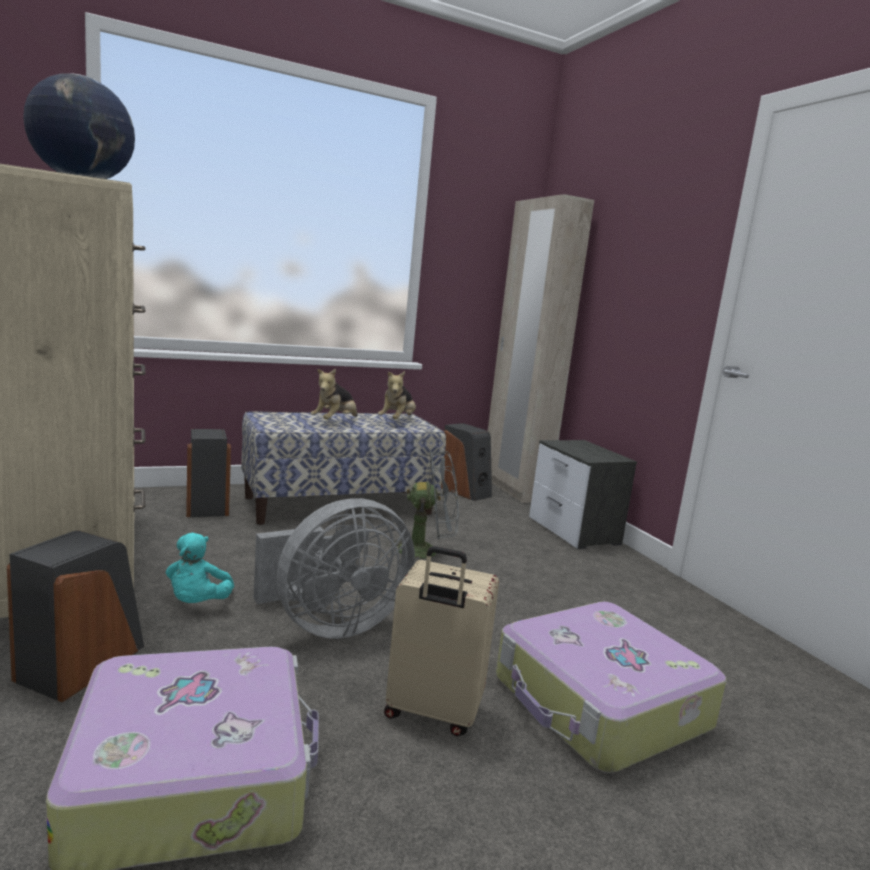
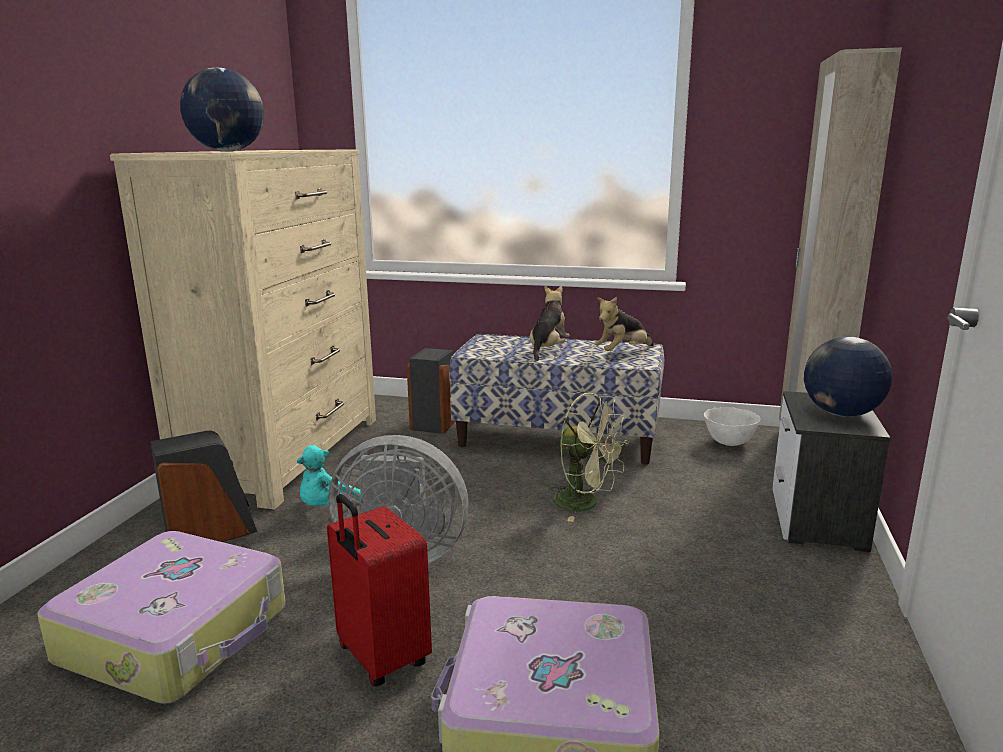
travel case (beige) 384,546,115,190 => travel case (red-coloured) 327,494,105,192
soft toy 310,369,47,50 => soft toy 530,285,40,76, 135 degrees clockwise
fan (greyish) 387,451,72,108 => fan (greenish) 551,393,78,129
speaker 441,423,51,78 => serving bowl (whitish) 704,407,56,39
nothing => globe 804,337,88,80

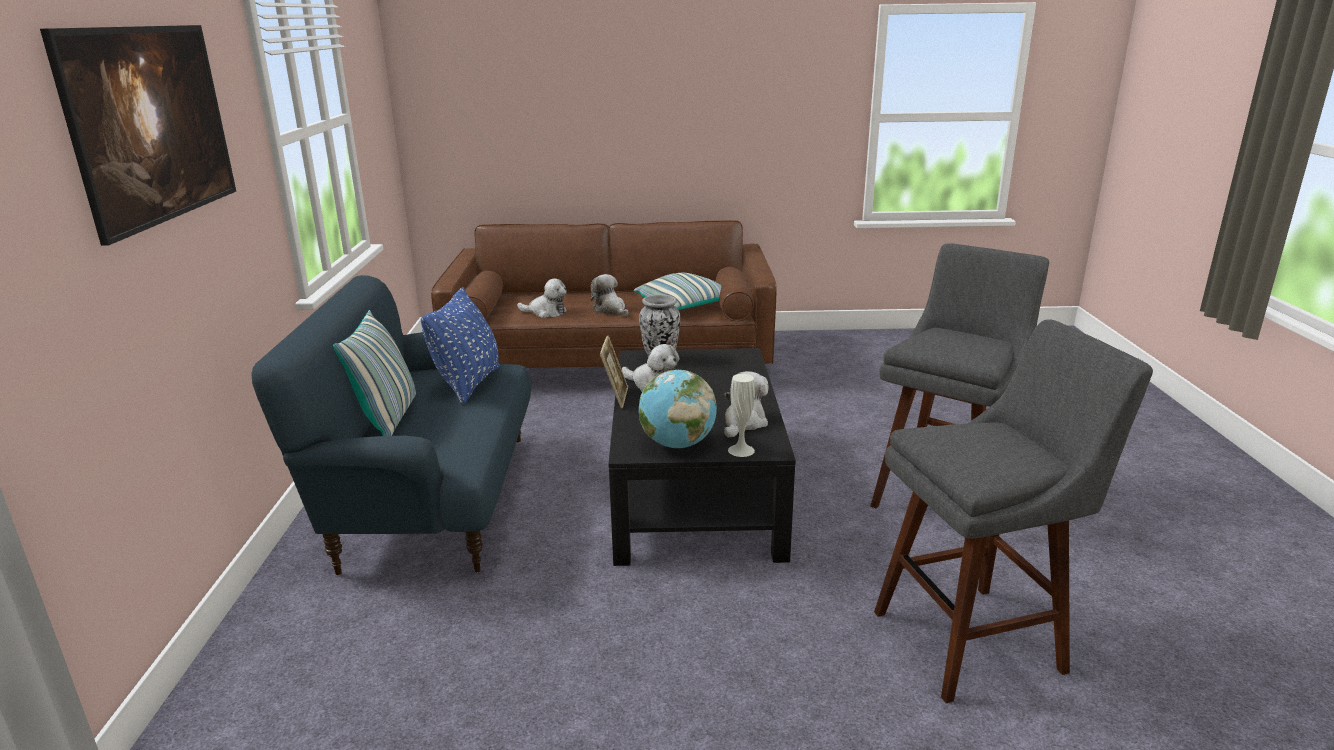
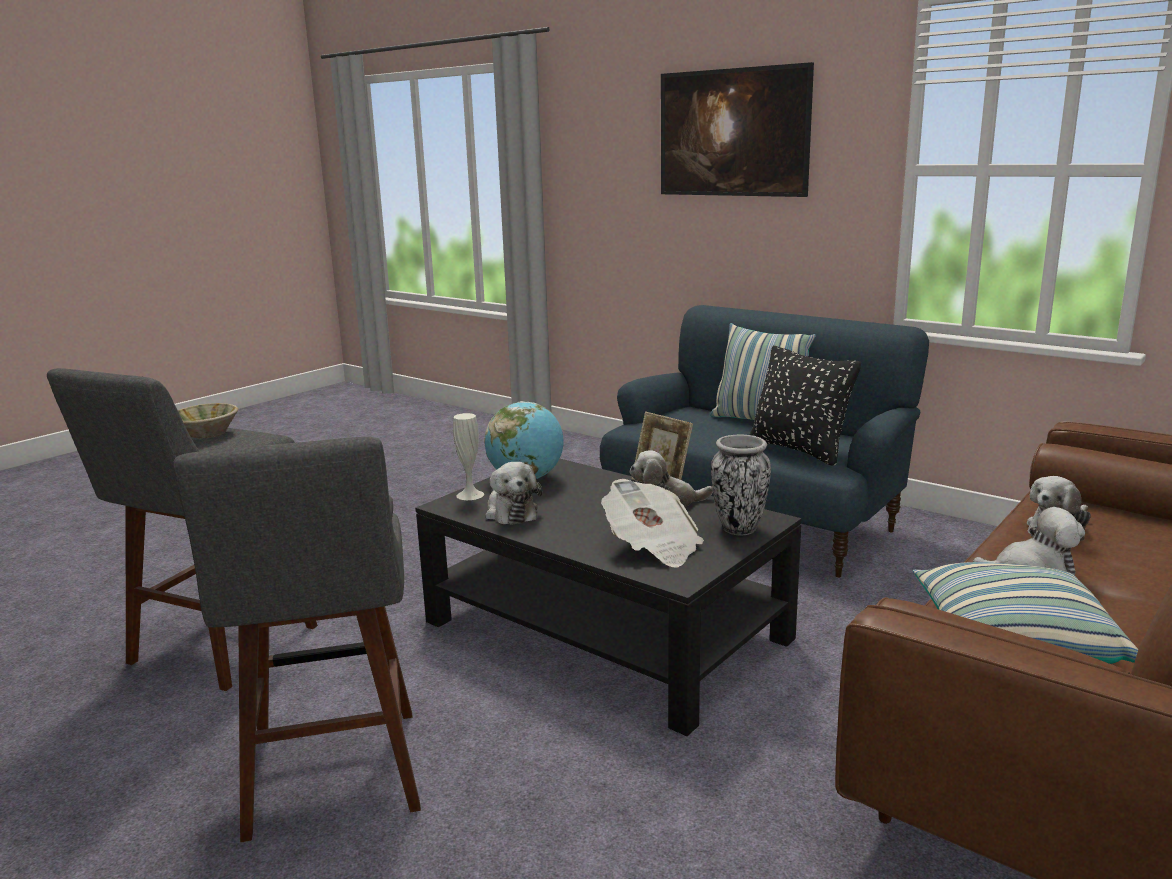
nothing => serving bowl (beige) 178,403,60,35
nothing => newspaper 601,479,103,89
pillow (bluish) 421,287,79,118 => pillow (blackish) 750,346,111,120

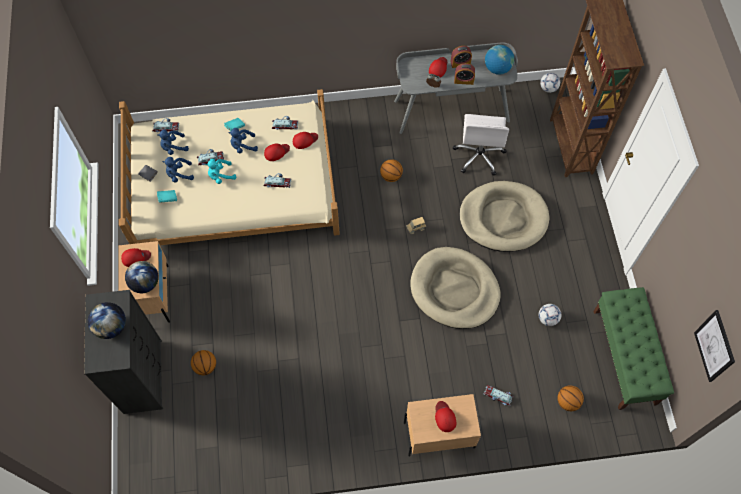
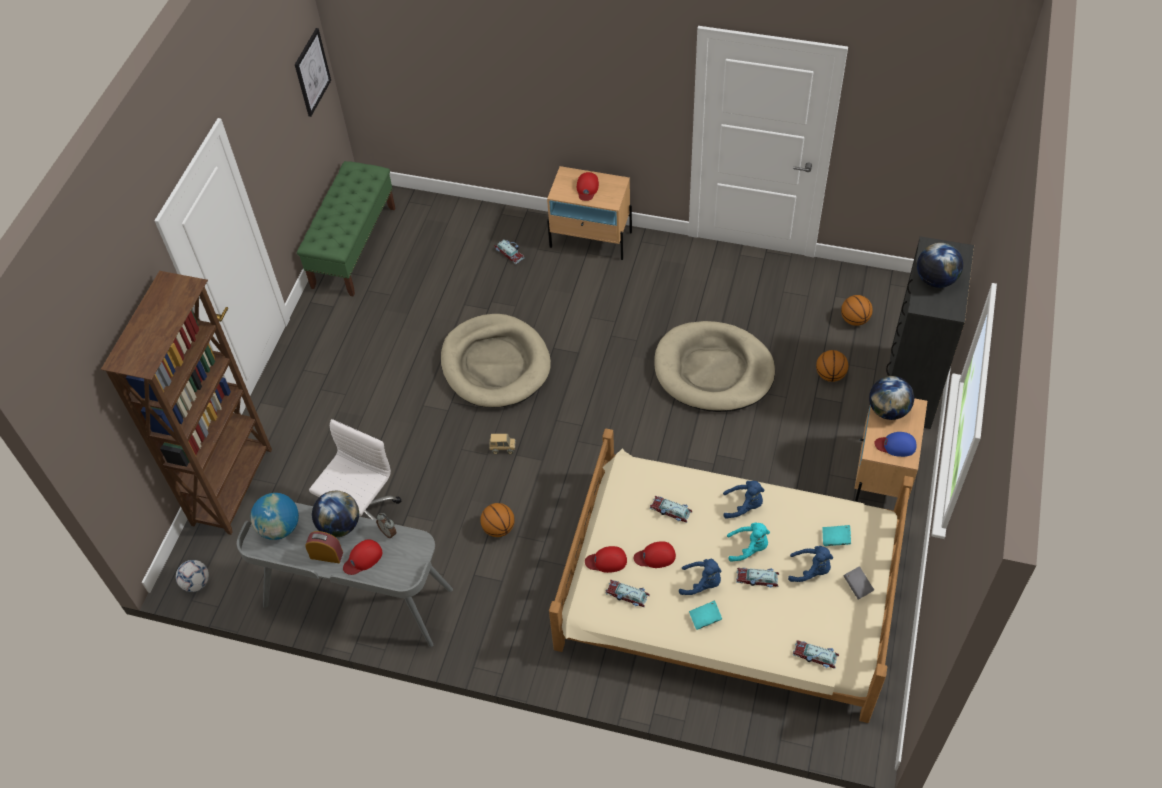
alarm clock 454,63,21,22 => globe 312,491,47,46
dog bed (beige) 459,181,91,71 => dog bed (beige) 654,321,121,91, shifted
soft toy (bluish) 157,129,32,26 => soft toy (bluish) 723,481,41,38, shifted
basketball ball 557,385,27,26 => basketball ball 841,295,32,31, shifted
cap (red-coloured) 121,248,30,19 => cap (bluish) 874,432,42,25
football ball 539,304,22,22 => nothing

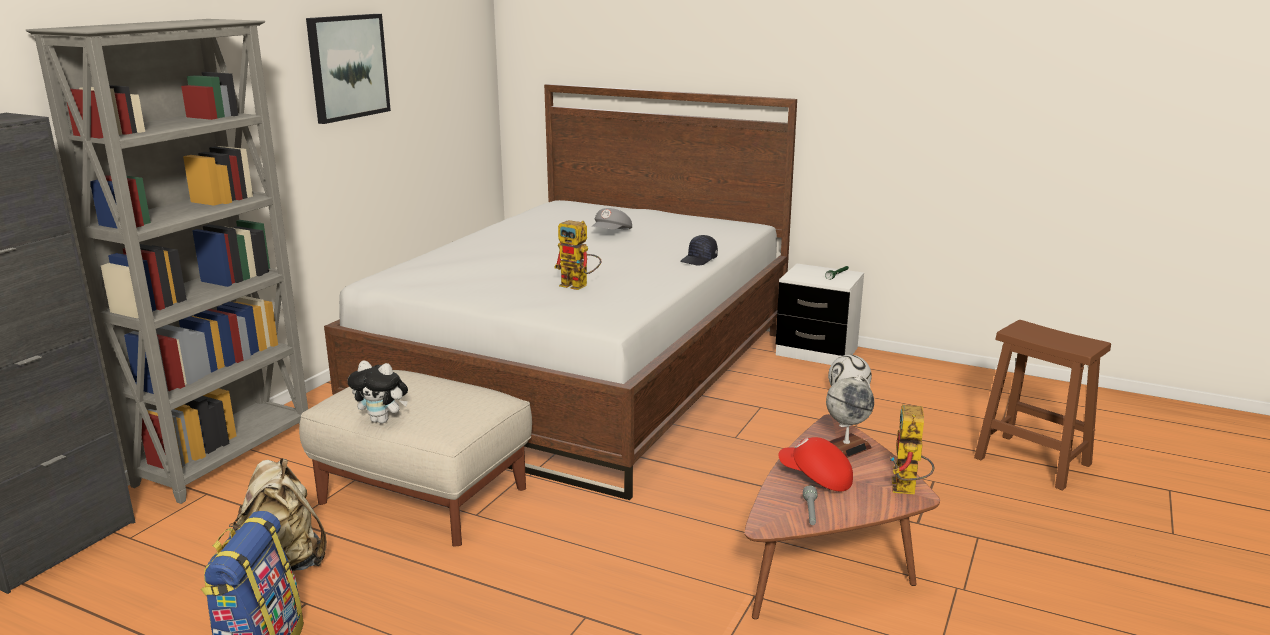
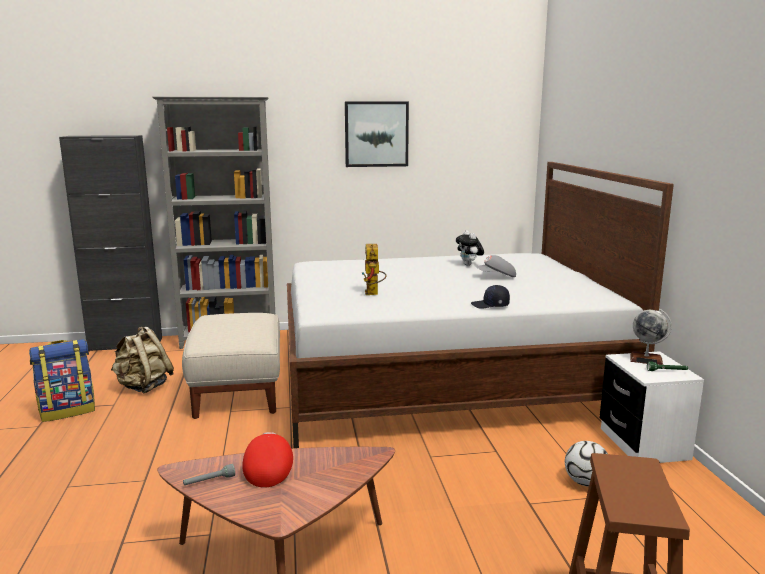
soft toy 348,360,60,64 => soft toy 456,230,28,36, shifted
globe 826,375,48,83 => globe 630,309,42,56, shifted
robot figure 890,405,44,89 => nothing

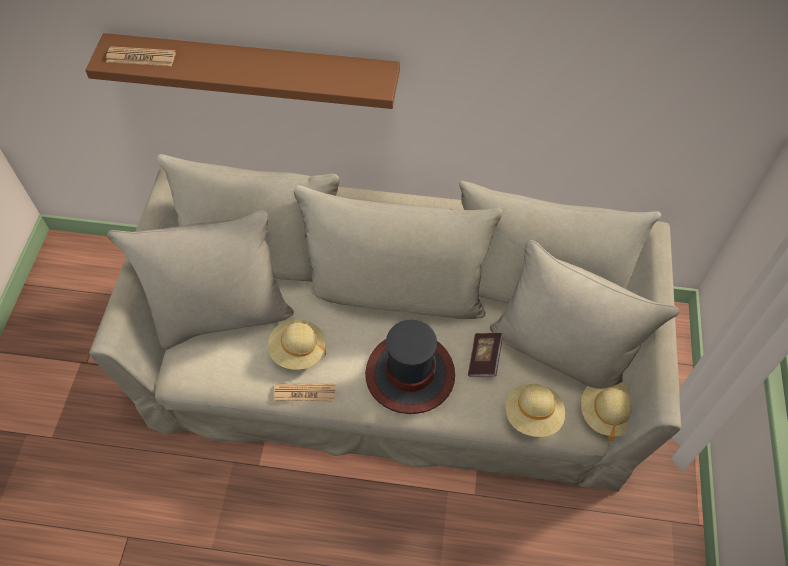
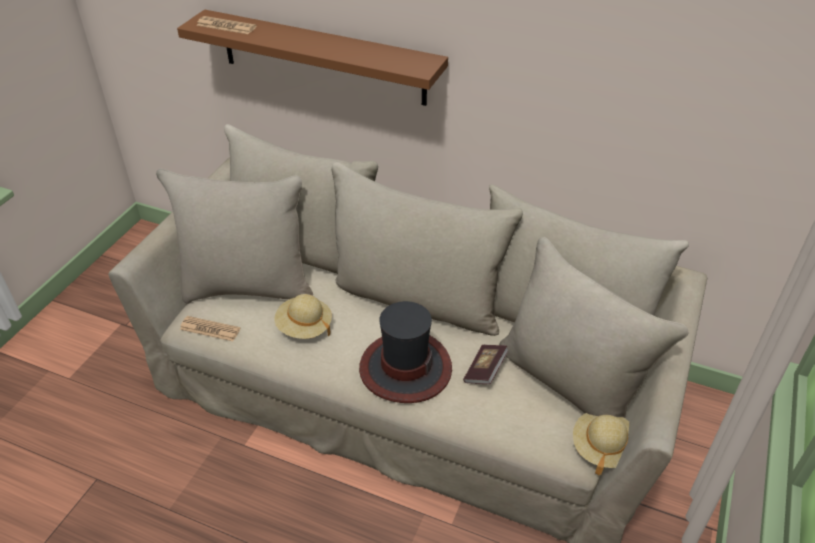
newspaper 274,383,62,18 => newspaper 180,316,60,25, shifted
clothing hat (beige) 506,384,59,53 => nothing

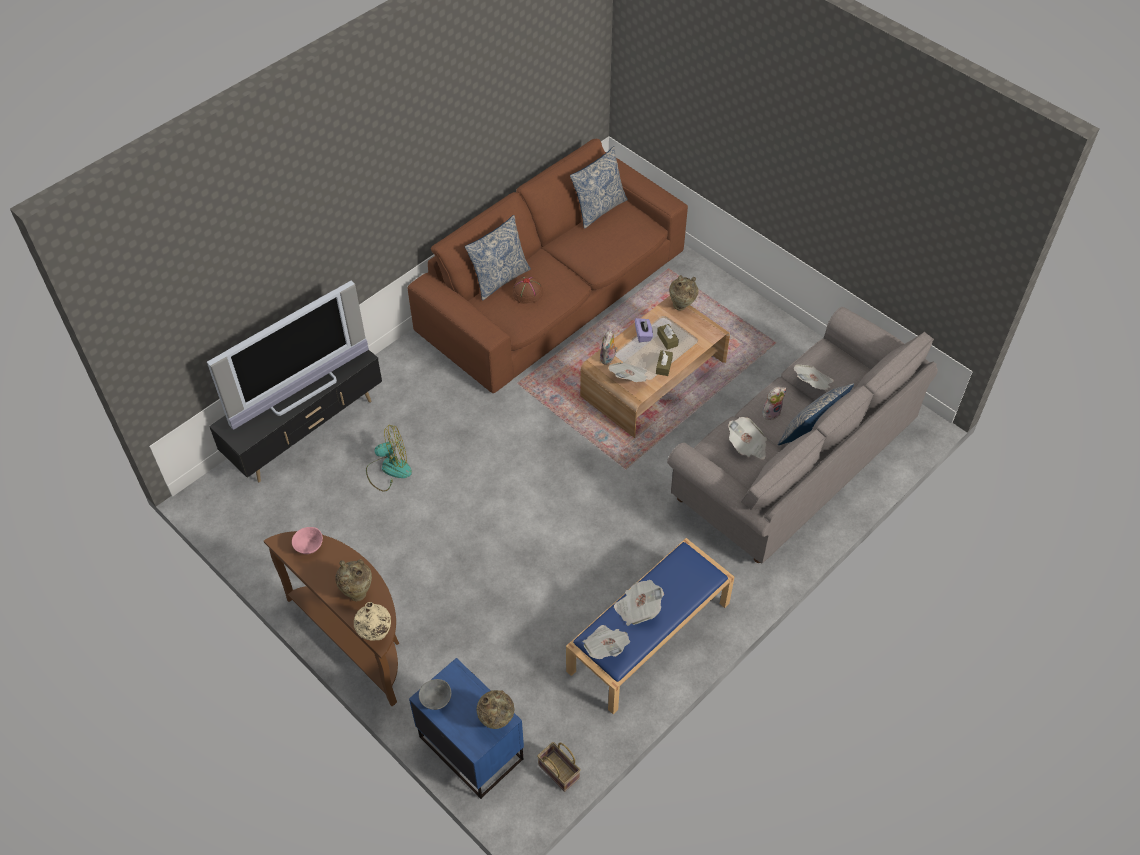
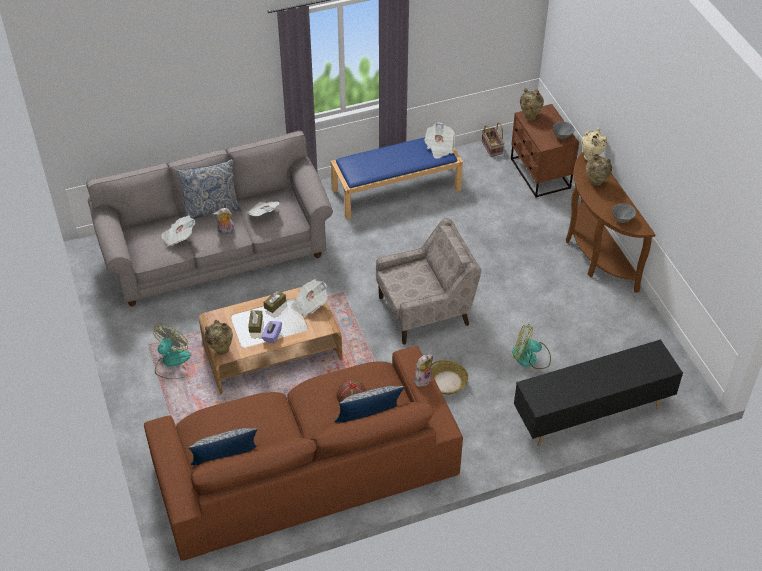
nothing => fan 153,324,38,55
nothing => easy chair (beige) 376,218,105,126
soft toy 600,330,18,35 => soft toy 414,354,19,33, shifted
nothing => basket 431,360,37,35
nightstand (bluish) 409,658,115,141 => nightstand (brown-coloured) 511,104,68,94
serving bowl (pinkish) 292,527,31,27 => serving bowl (greyish) 612,203,24,20
TV set 207,280,162,150 => nothing
newspaper 614,580,50,46 => nothing

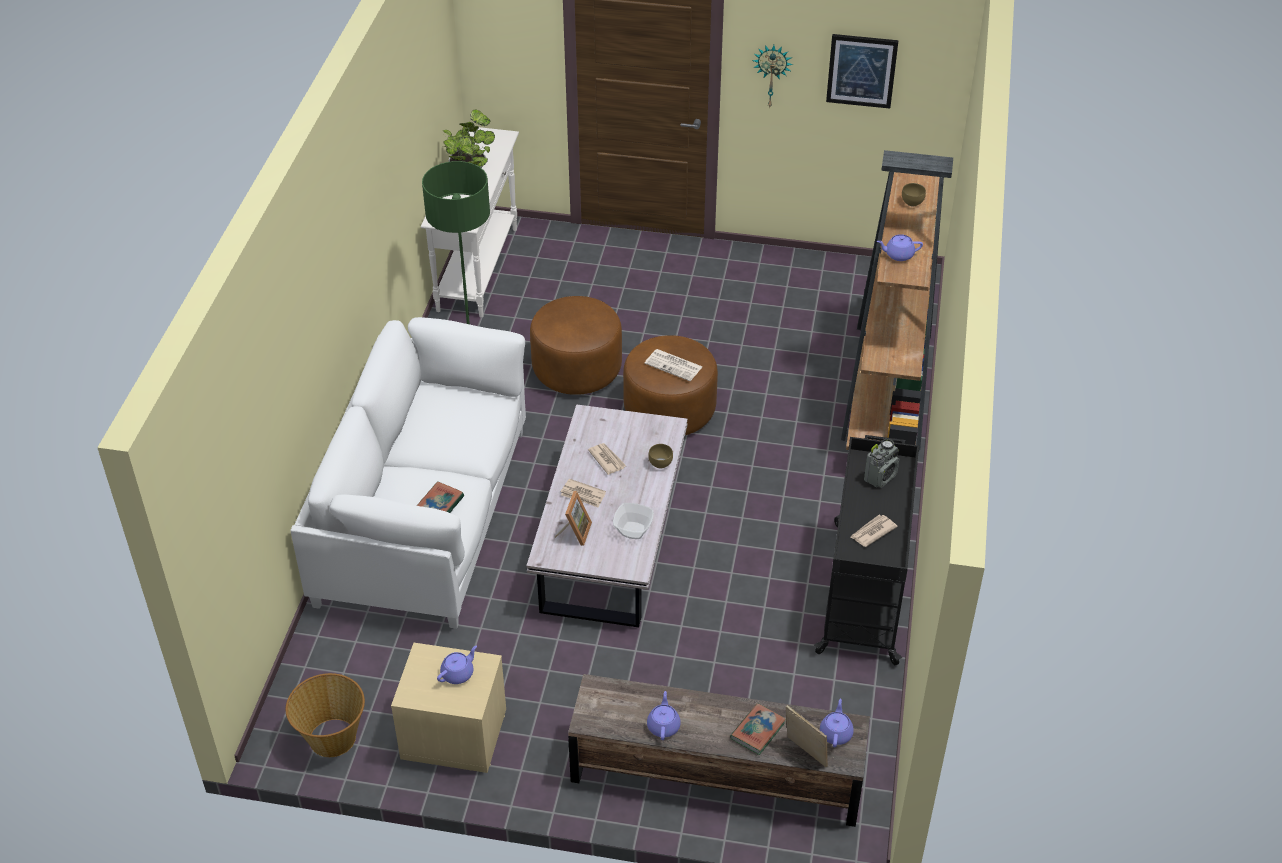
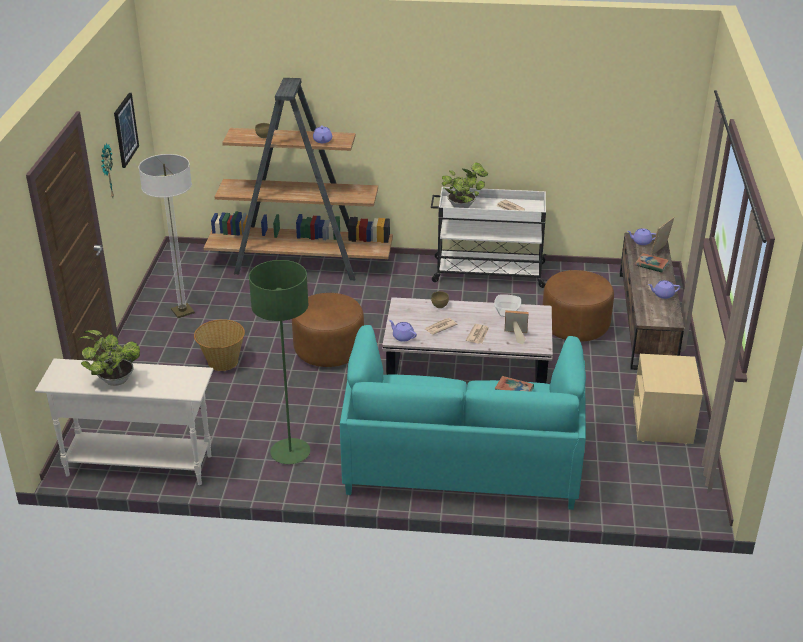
nothing => floor lamp 139,154,56,164
basket 286,673,79,84 => basket 194,319,51,52, shifted
sofa (whitish) 291,317,235,312 => sofa (turquoise-coloured) 340,325,246,185
pot for tea (purple-coloured) 437,645,40,39 => pot for tea (purple-coloured) 389,320,28,22, shifted
trolley (blackish) 814,435,105,230 => trolley (whitish) 431,187,116,101
radio set 864,439,35,49 => potted plant 442,163,46,45
pouffe (brown-coloured) 530,296,92,99 => pouffe (brown-coloured) 543,270,71,72, shifted
newspaper 644,349,59,32 => nothing

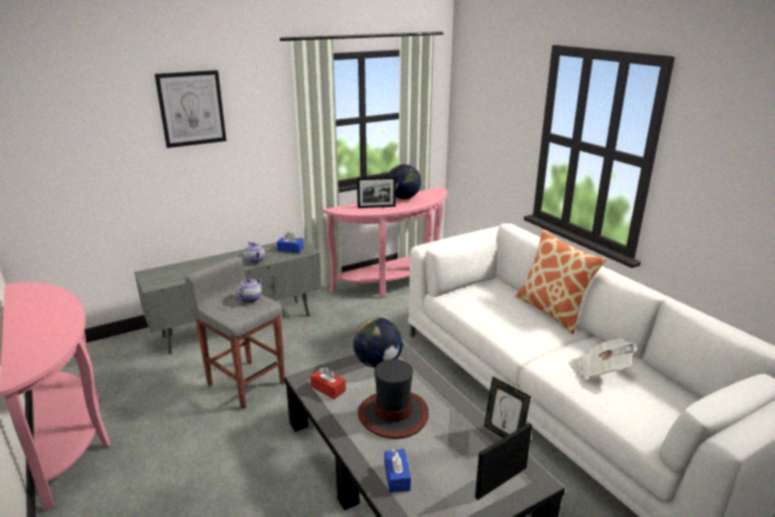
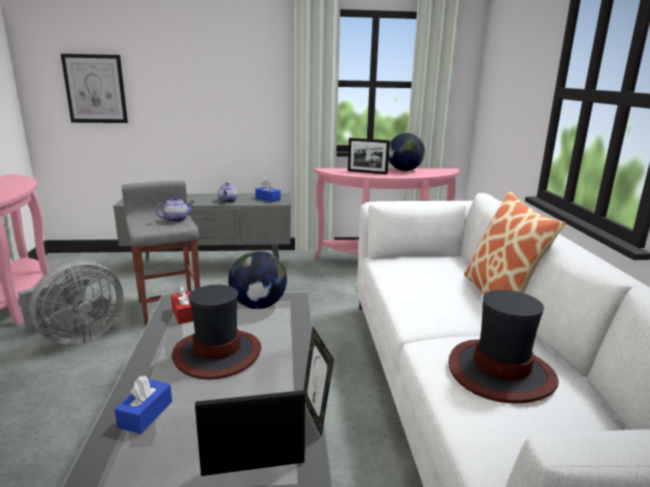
nothing => fan (greyish) 18,261,105,84
picture 155,70,71,78 => picture 61,54,67,69, shifted
newspaper 569,339,68,40 => clothing hat 448,290,111,113

